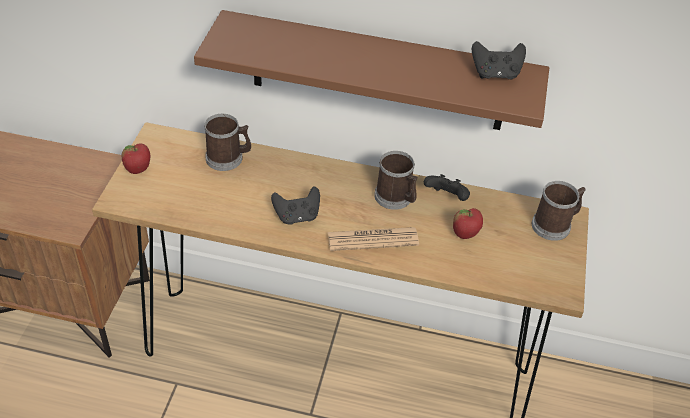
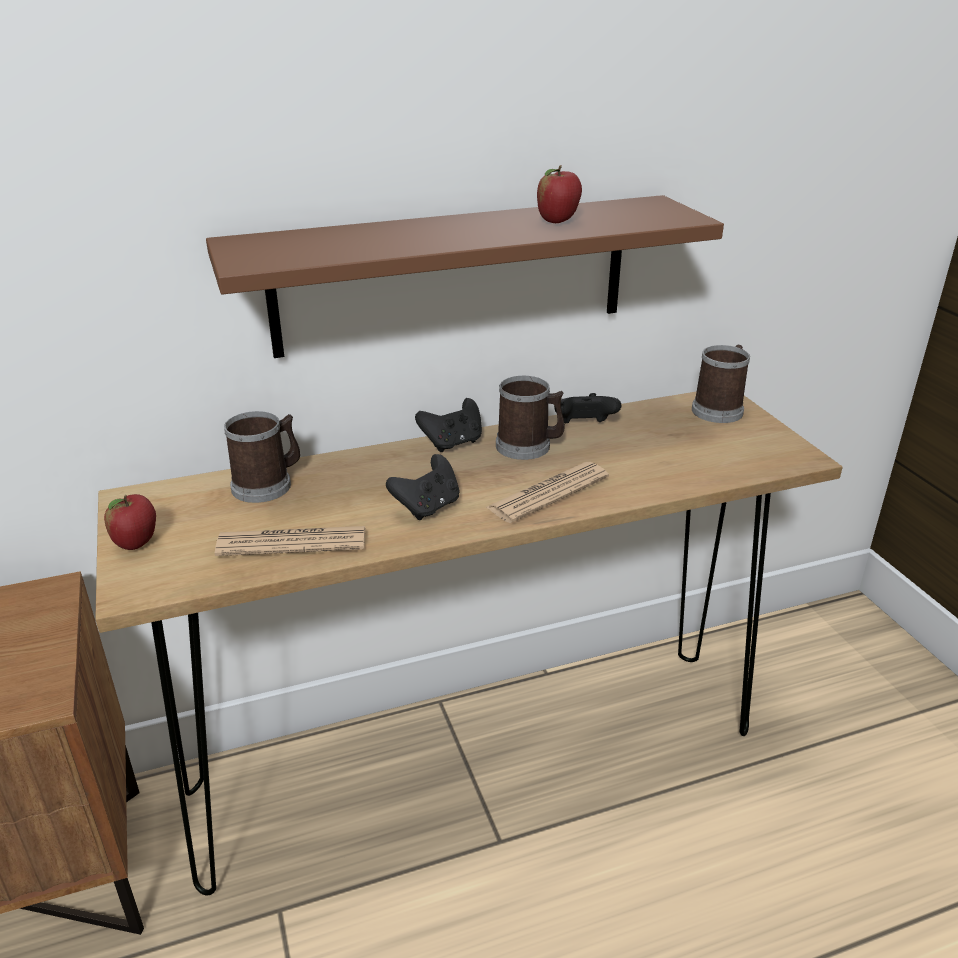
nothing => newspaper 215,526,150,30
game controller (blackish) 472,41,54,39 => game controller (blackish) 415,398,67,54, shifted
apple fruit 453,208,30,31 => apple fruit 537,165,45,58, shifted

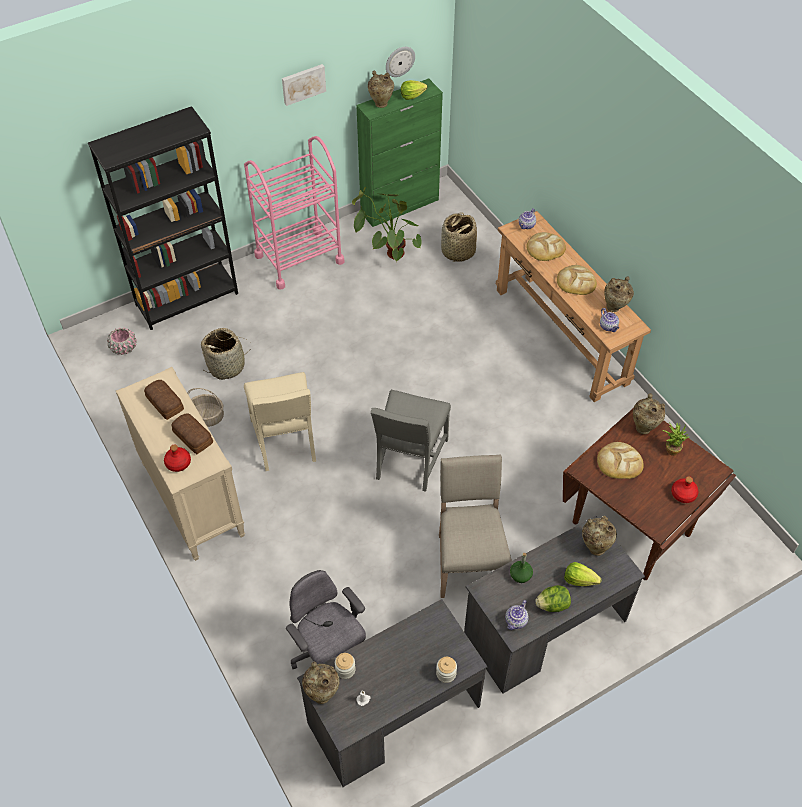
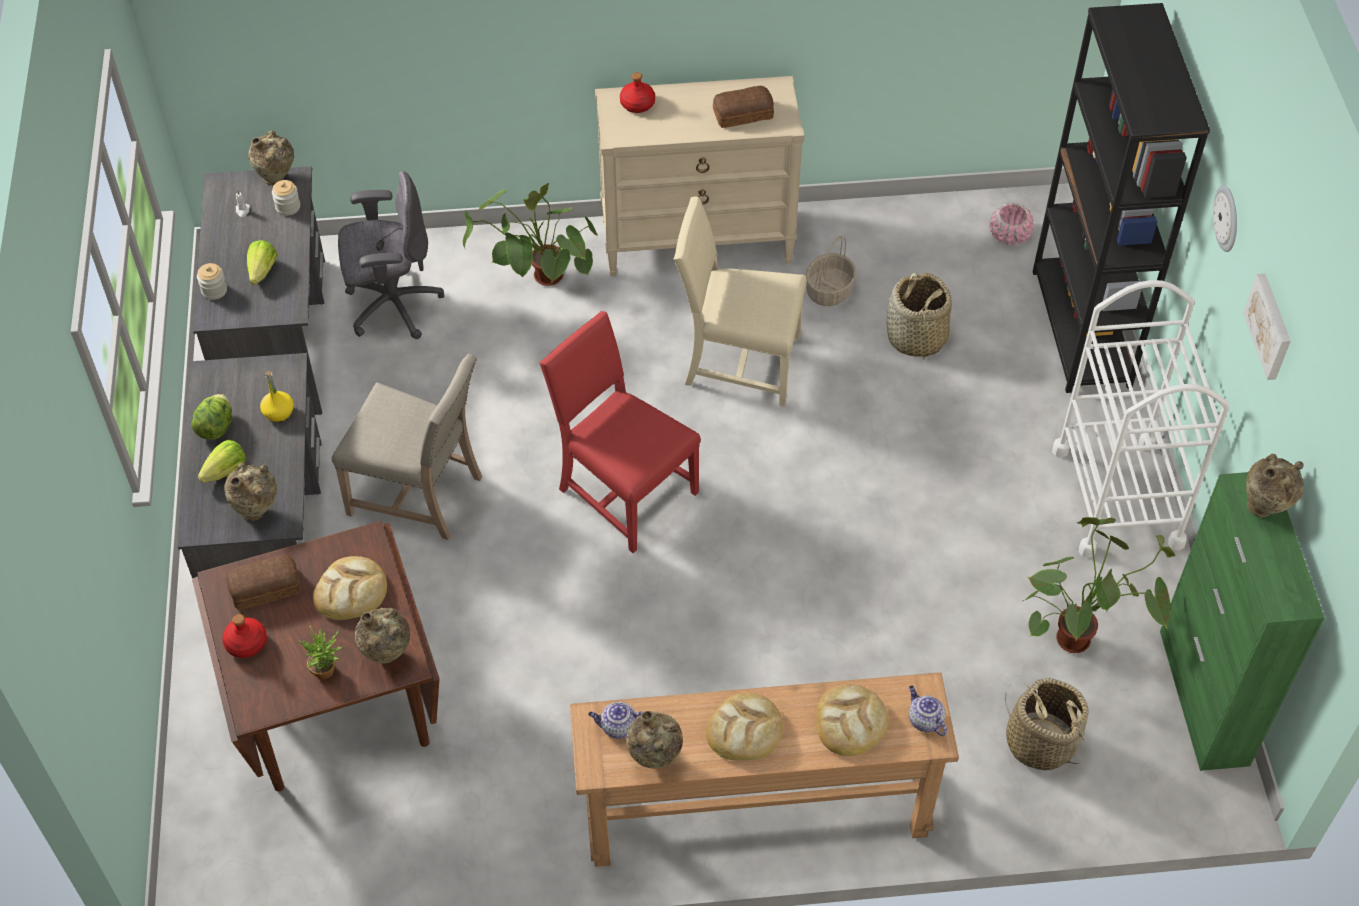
bread 171,414,42,40 => bread 227,555,74,55, shifted
head of lettuce 401,80,26,20 => head of lettuce 247,240,30,45, shifted
drink bottle (greenish) 510,553,23,30 => drink bottle (yellow-coloured) 260,371,34,51
nothing => potted plant 462,183,135,103
plain chair (greyish) 371,389,80,103 => plain chair (red-coloured) 539,311,162,242
trolley (pinkish) 244,136,101,154 => trolley (whitish) 1052,280,178,278
hanging clock 386,47,29,30 => hanging clock 1213,185,24,67, shifted
pot for tea 505,600,23,30 => nothing

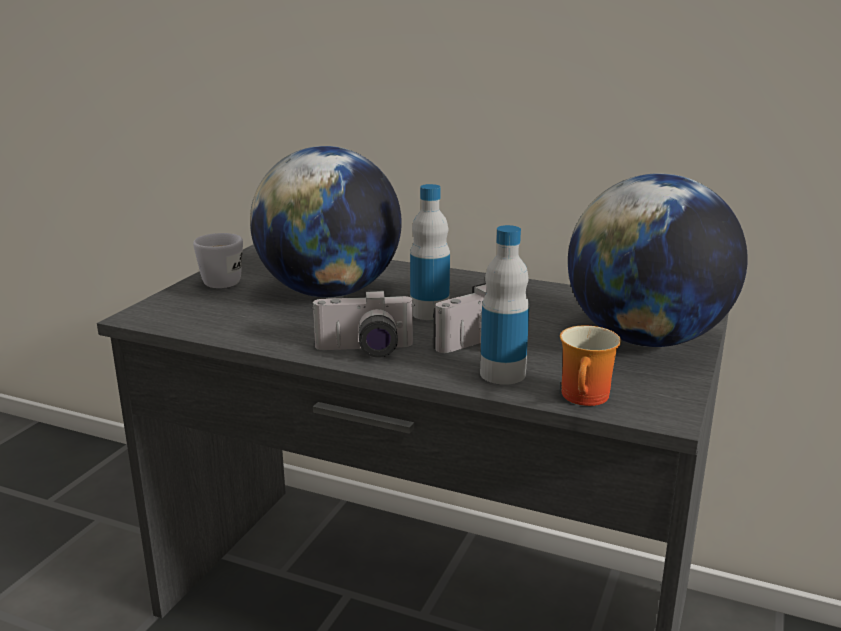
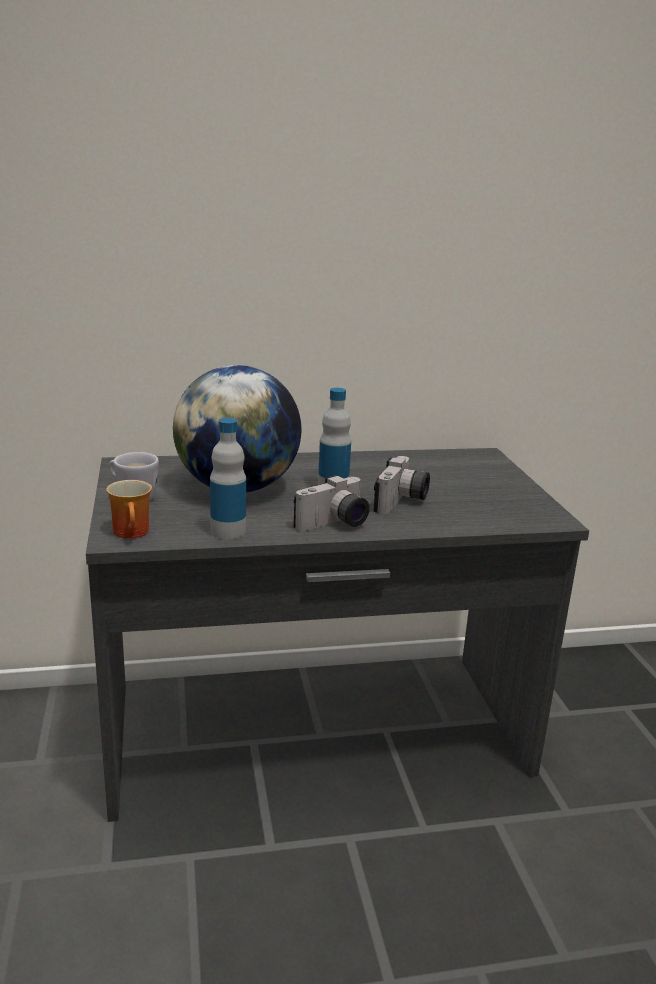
mug 560,326,61,80 => mug 106,480,46,59, shifted
drink bottle 480,225,49,160 => drink bottle 210,418,36,121, shifted
globe 568,173,180,174 => nothing

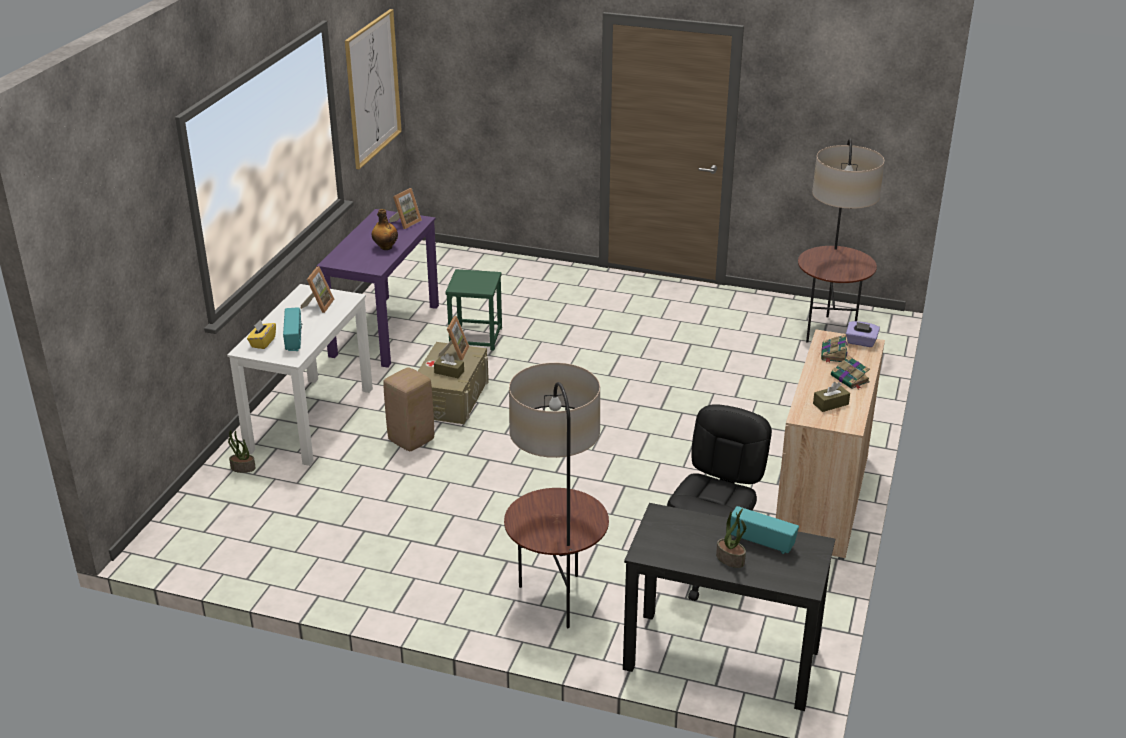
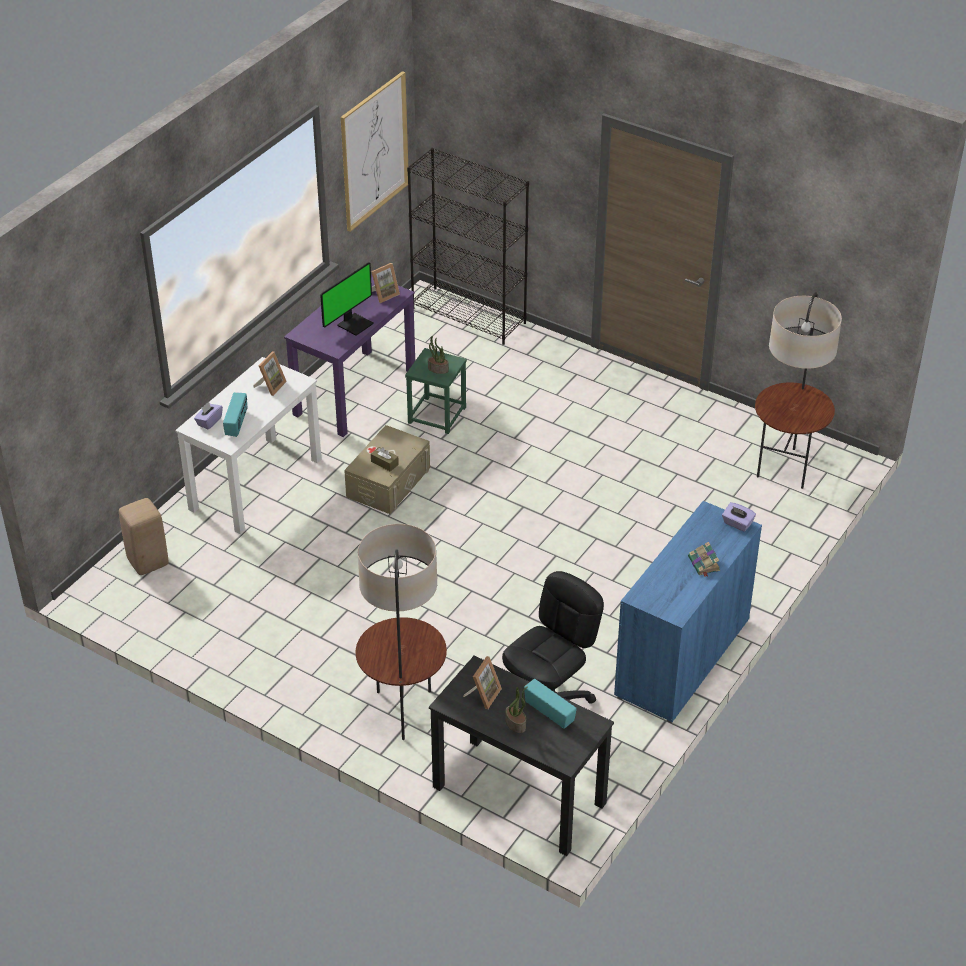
stool seat (beige) 383,367,51,84 => stool seat (beige) 119,498,50,77, shifted
tissue box (yellow-coloured) 247,319,29,30 => tissue box (purple-coloured) 194,402,29,27
drink bottle 372,209,26,41 => monitor 320,262,53,74
nothing => bookshelf (blackish) 407,148,122,197
potted plant 228,430,28,43 => potted plant 428,336,21,38, shifted
standing frame 439,316,30,45 => standing frame 463,656,39,53, shifted
cupboard (beige) 776,329,109,231 => cupboard (bluish) 614,501,148,222
tissue box (brown-coloured) 813,382,37,30 => nothing
book 821,334,27,29 => nothing

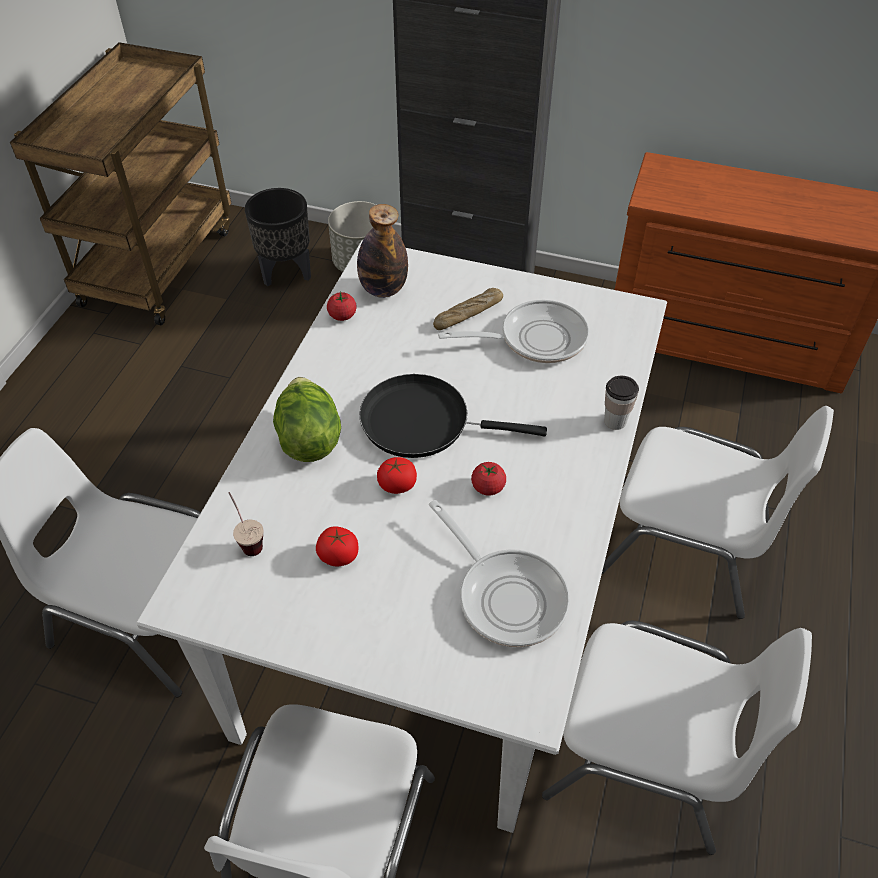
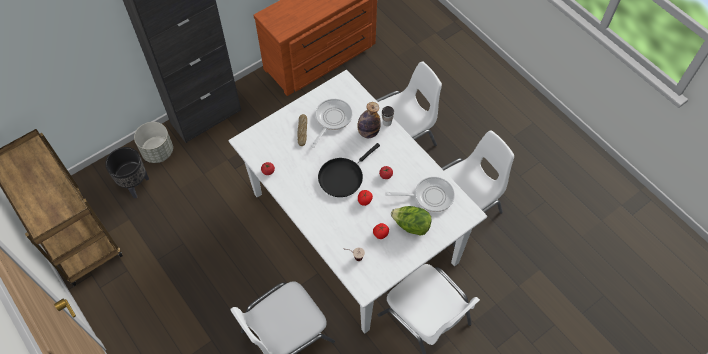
drink bottle 357,204,51,94 => drink bottle 357,102,24,36, shifted
head of lettuce 273,377,68,85 => head of lettuce 391,206,41,30, shifted

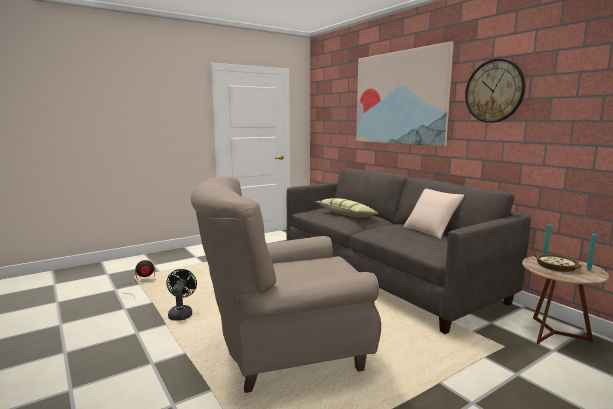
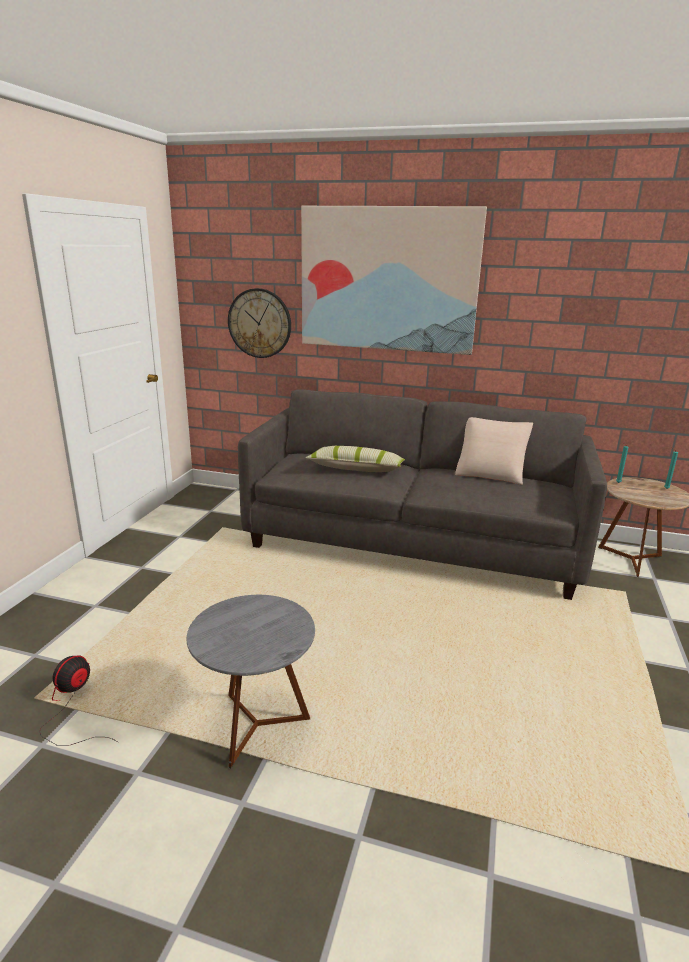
fan (blackish) 166,269,31,52 => end table (greyish) 187,595,128,173
hanging clock 465,59,60,64 => hanging clock 228,288,63,70, shifted
easy chair (beige) 191,176,190,217 => nothing
serving bowl 535,253,47,19 => nothing

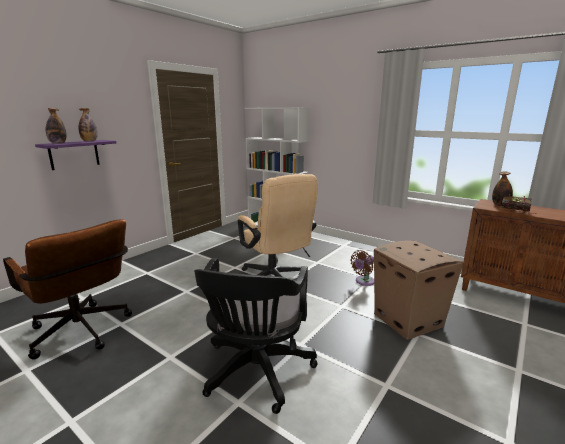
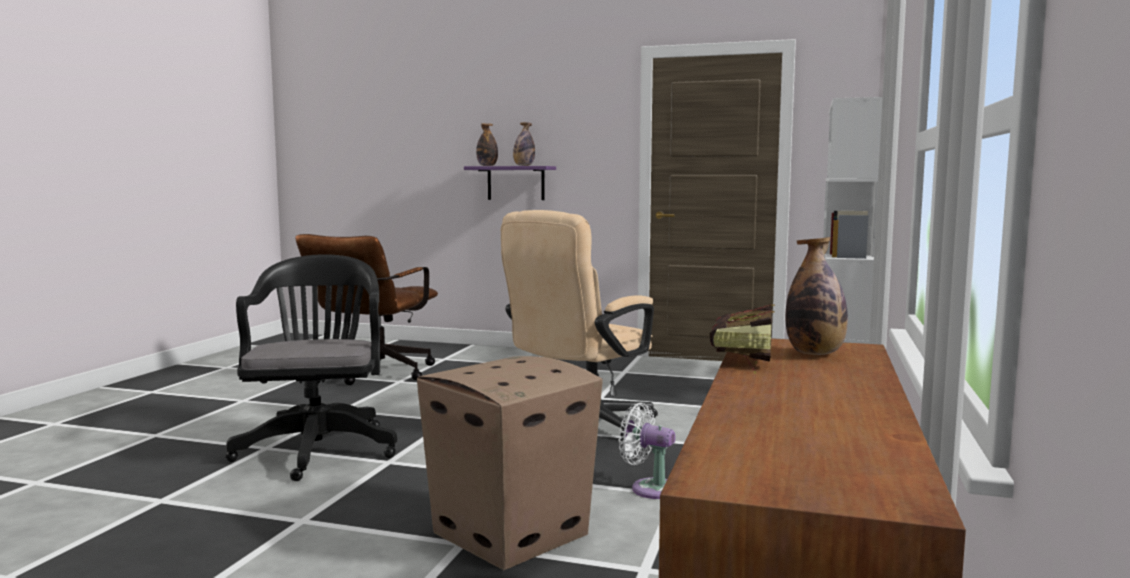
desk chair (blackish) 194,258,124,156 => desk chair (blackish) 226,254,171,227, 90 degrees clockwise
fan (brown-coloured) 350,250,24,36 => fan (whitish) 618,403,58,96

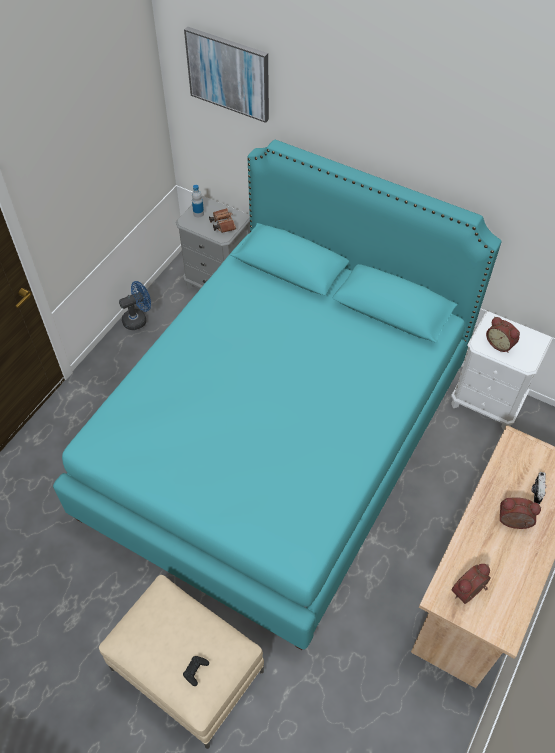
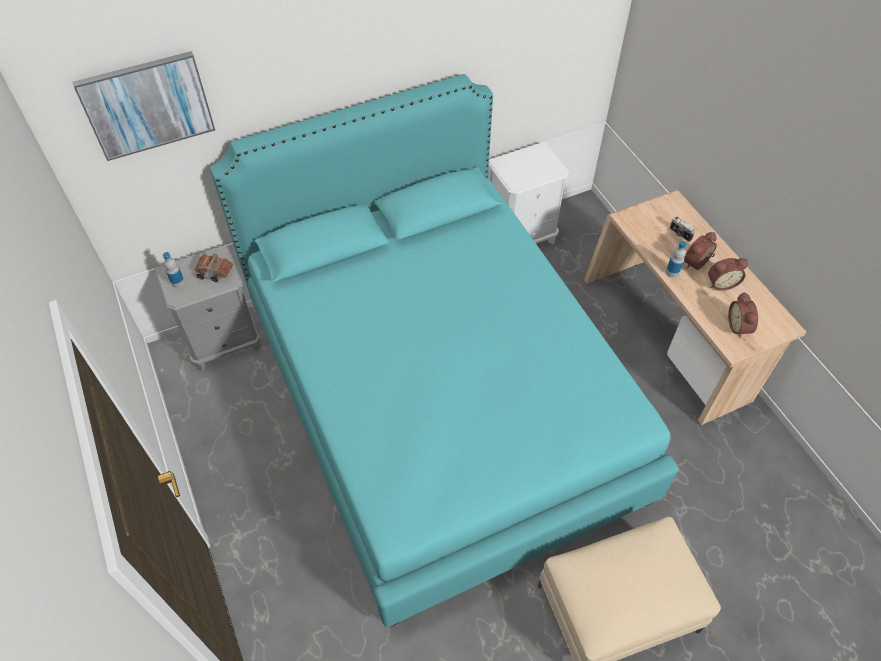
nothing => drink bottle 666,241,21,37
alarm clock 486,317,34,36 => alarm clock 708,258,40,33, shifted
fan (bluish) 119,281,32,49 => nothing
game controller (blackish) 183,656,26,30 => nothing

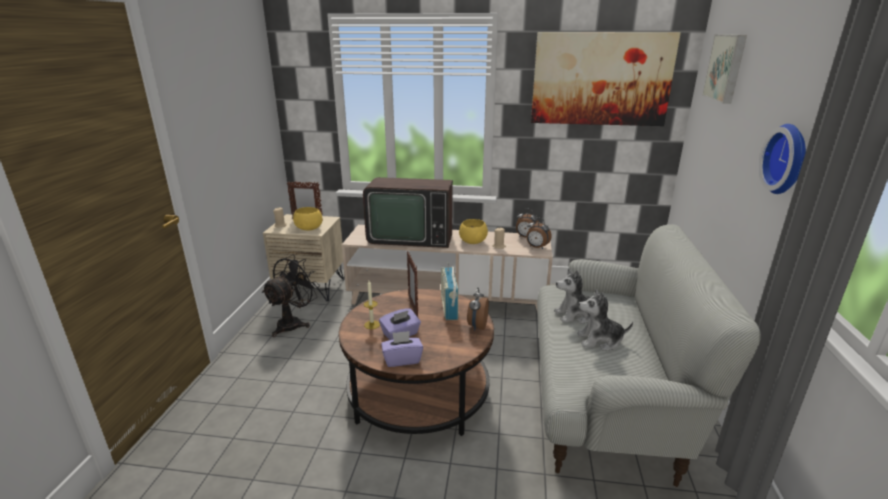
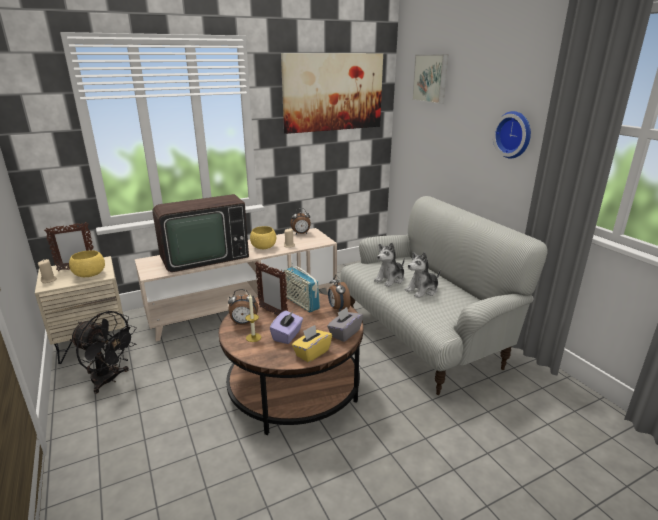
fan (blackish) 261,255,59,82 => fan (blackish) 70,311,67,83, 120 degrees clockwise
alarm clock 526,217,26,32 => alarm clock 228,289,30,36, shifted
tissue box (purple-coloured) 381,331,42,36 => tissue box (yellow-coloured) 292,325,40,38
nothing => tissue box (greyish) 327,307,36,35

